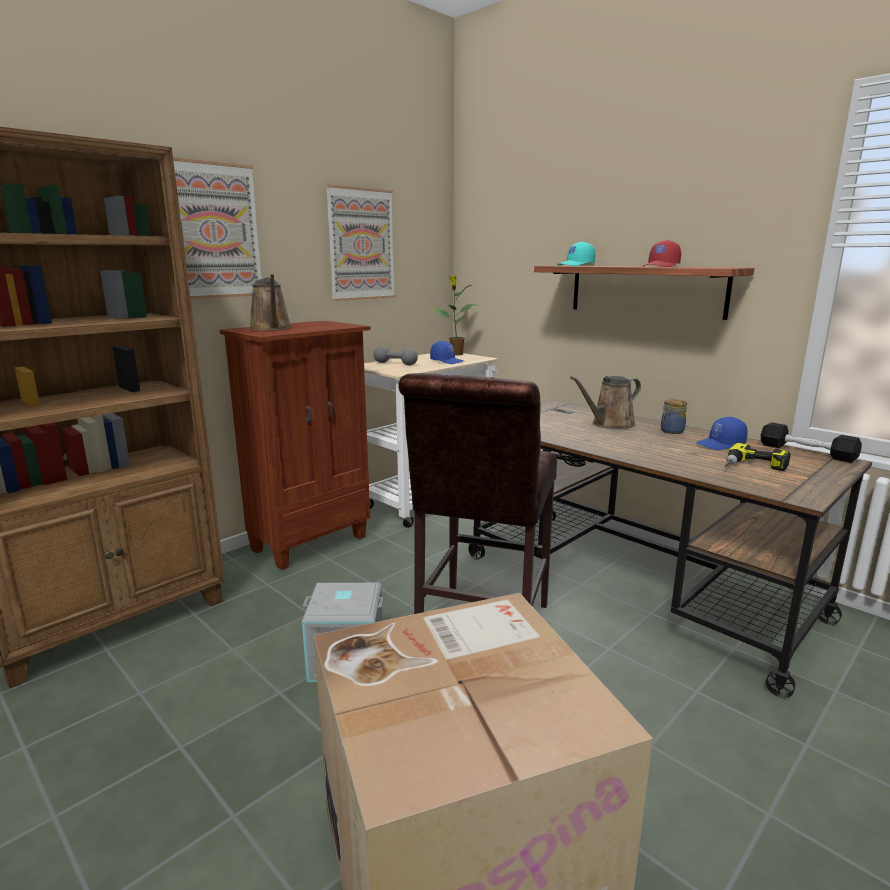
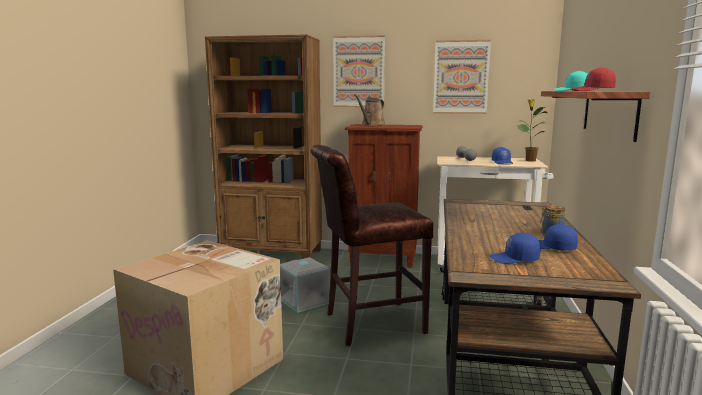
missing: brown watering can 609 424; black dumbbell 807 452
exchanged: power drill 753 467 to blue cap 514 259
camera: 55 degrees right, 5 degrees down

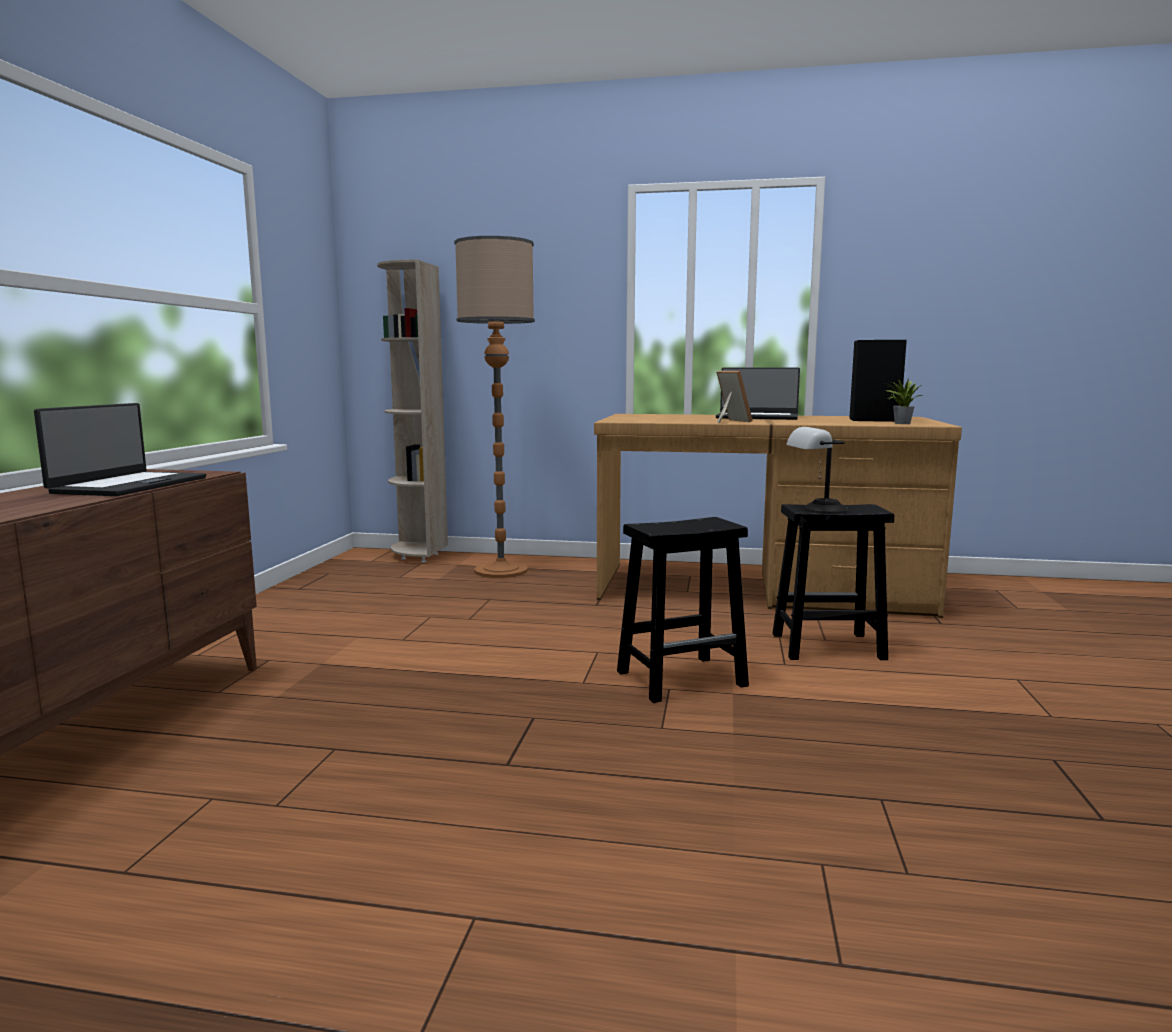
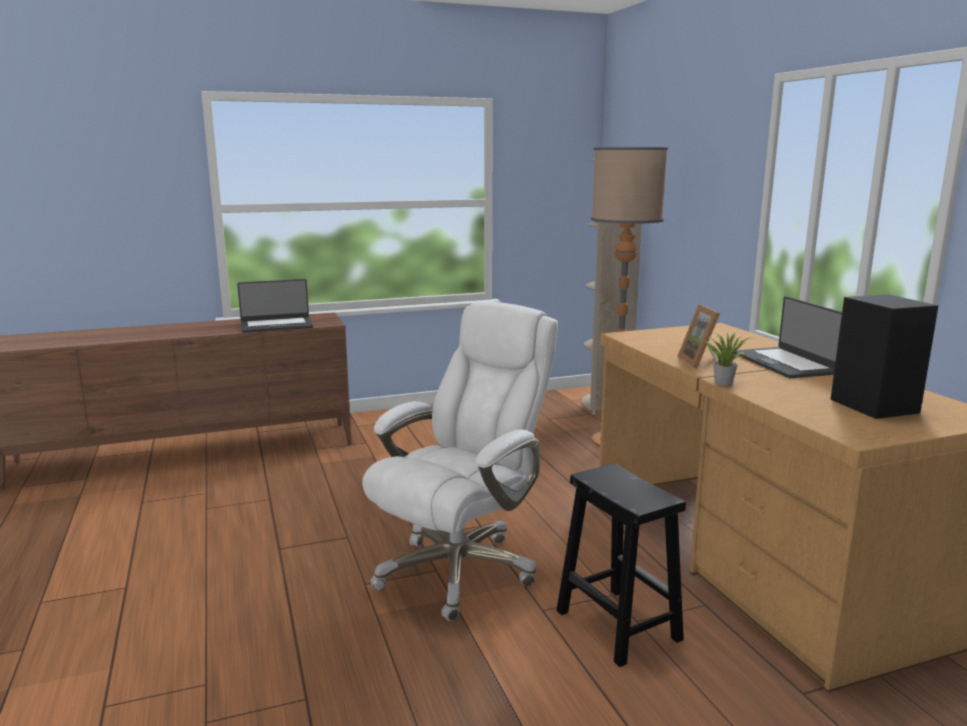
missing: table lamp 817 508
relocated: potted plant 900 423 to 722 382
exchanged: black stool 682 678 to white office chair 462 571
spun: picture frame 729 421 = 701 362 135 degrees clockwise
camera: 60 degrees right, 5 degrees up

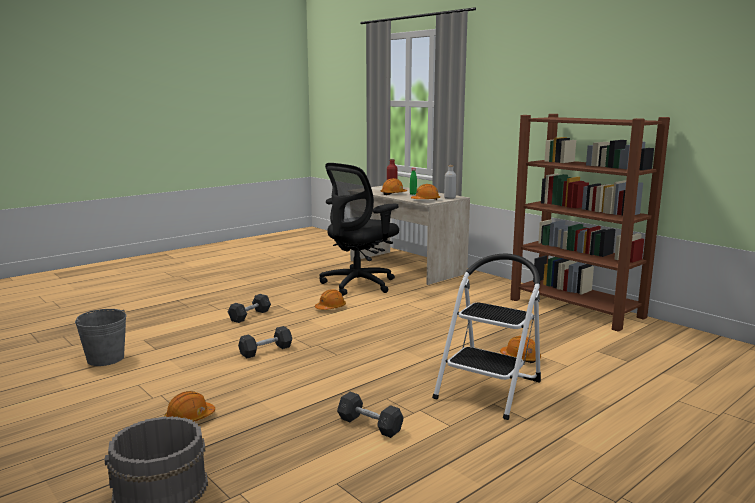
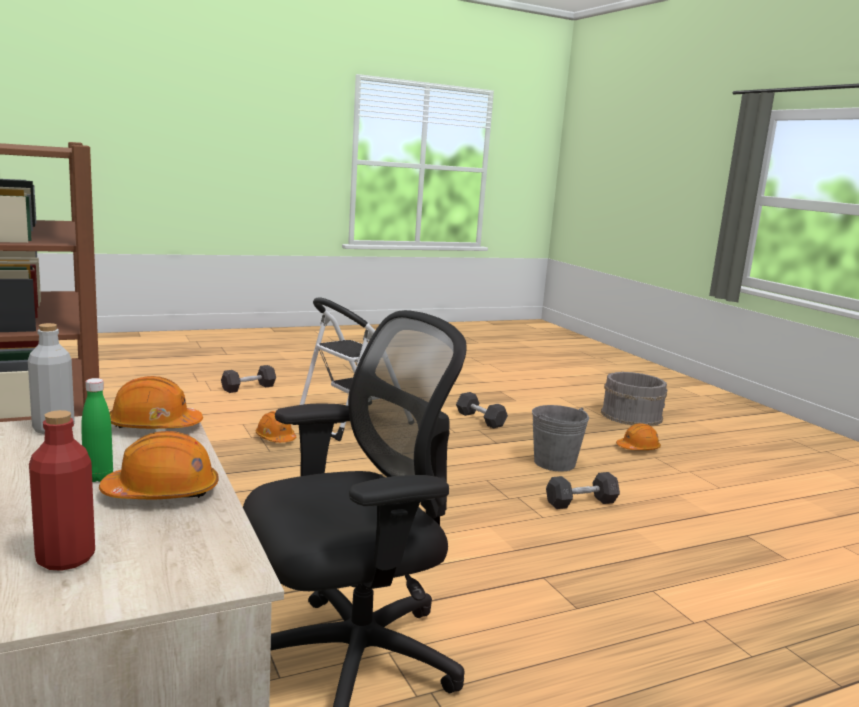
missing: orange hard hat 330 308
relocated: grey bucket 105 358 to 554 463; grey dumbbell 250 315 to 248 388
camera: 165 degrees left, 0 degrees up

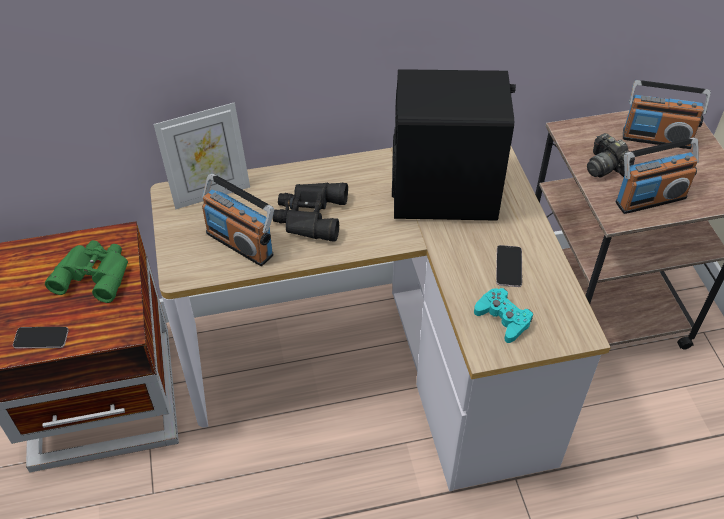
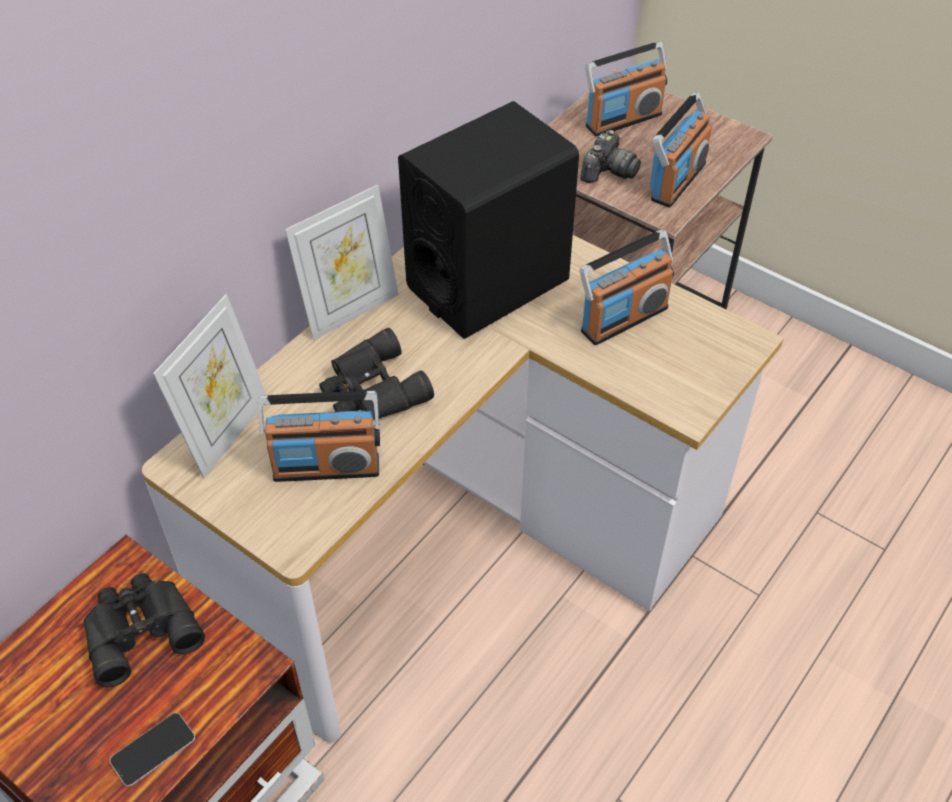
missing: turquoise game controller 503 318
appeared: picture frame 350 311
exchanged: phone 508 266 to radio 623 319
colour: green binoculars 94 274 to black binoculars 139 629
spun: photo camera 605 167 = 608 171 75 degrees counterclockwise
camera: 40 degrees left, 0 degrees up

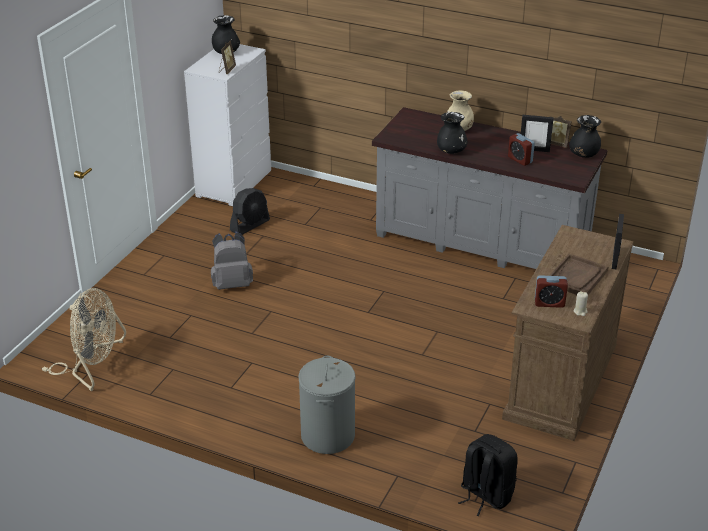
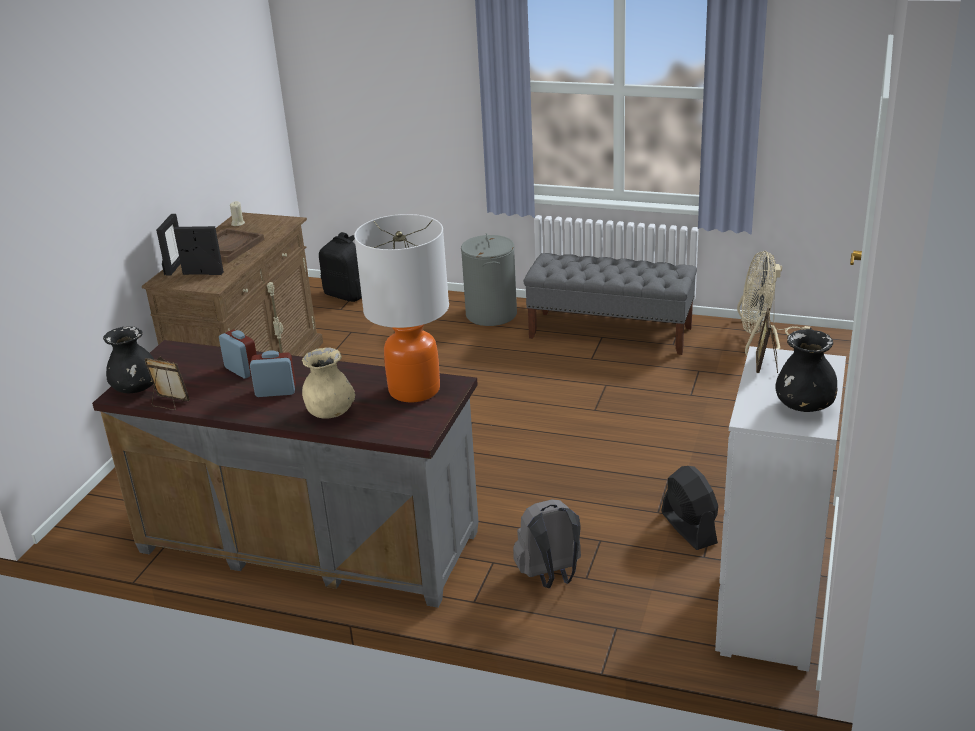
missing: black vase 451 151
appeared: table lamp 414 390; grey bench 610 333
relocated: grey backpack 232 284 to 550 576; picture frame 534 149 to 202 273; alarm clock 549 303 to 275 391
spun: black fan 250 225 = 688 528 120 degrees clockwise
camera: 175 degrees right, 5 degrees down

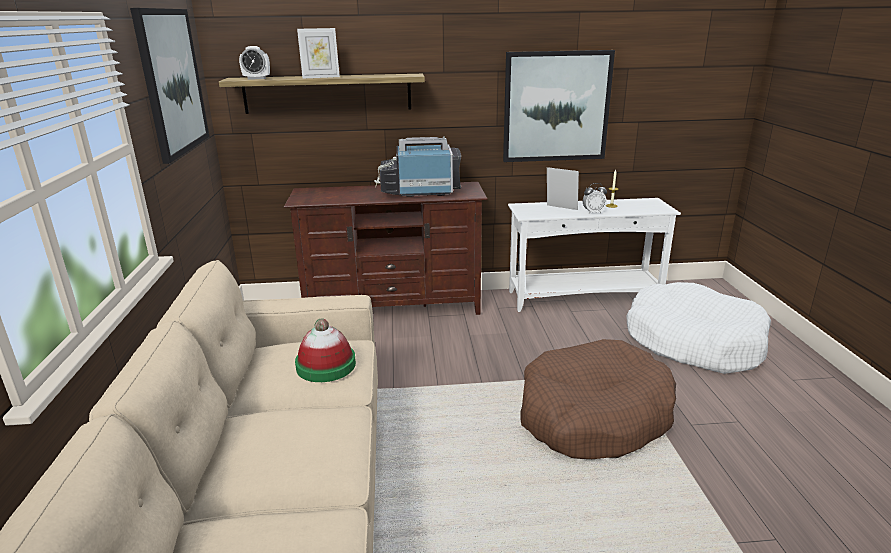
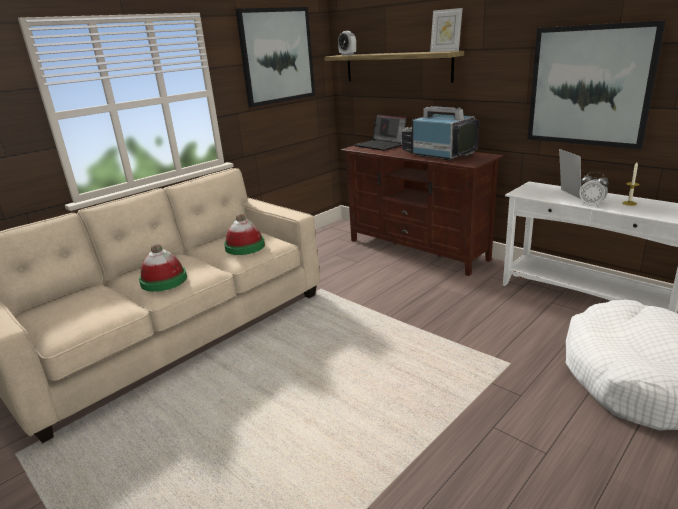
missing: brown dog bed 593 415
appeared: hat 164 280; laptop 381 145
relocated: picture frame 321 77 to 445 51
camera: 50 degrees right, 0 degrees up

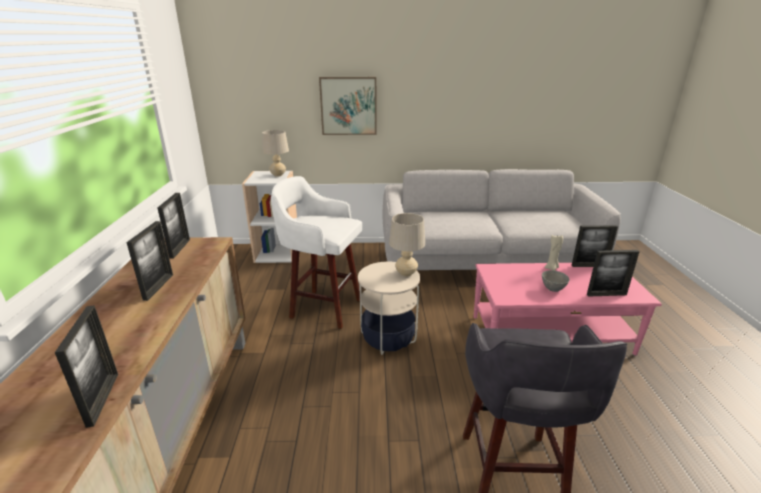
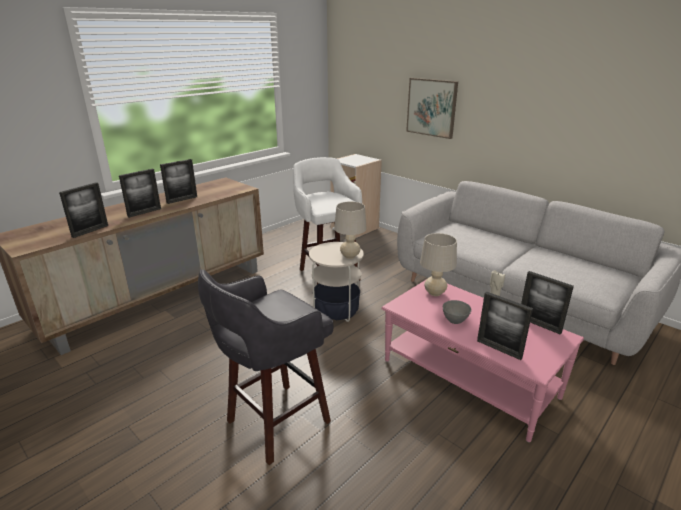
relocated: picture frame 180 248 to 144 212; beige table lamp 278 175 to 435 293
camera: 45 degrees right, 0 degrees up

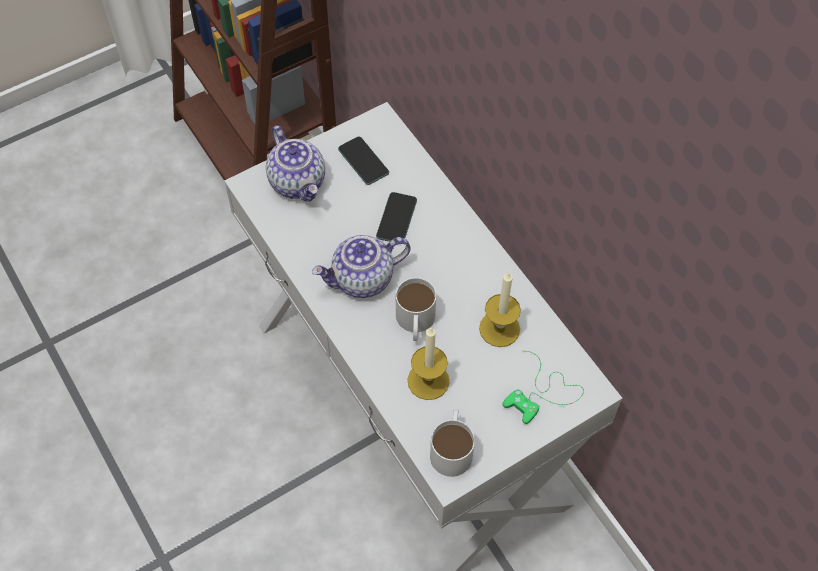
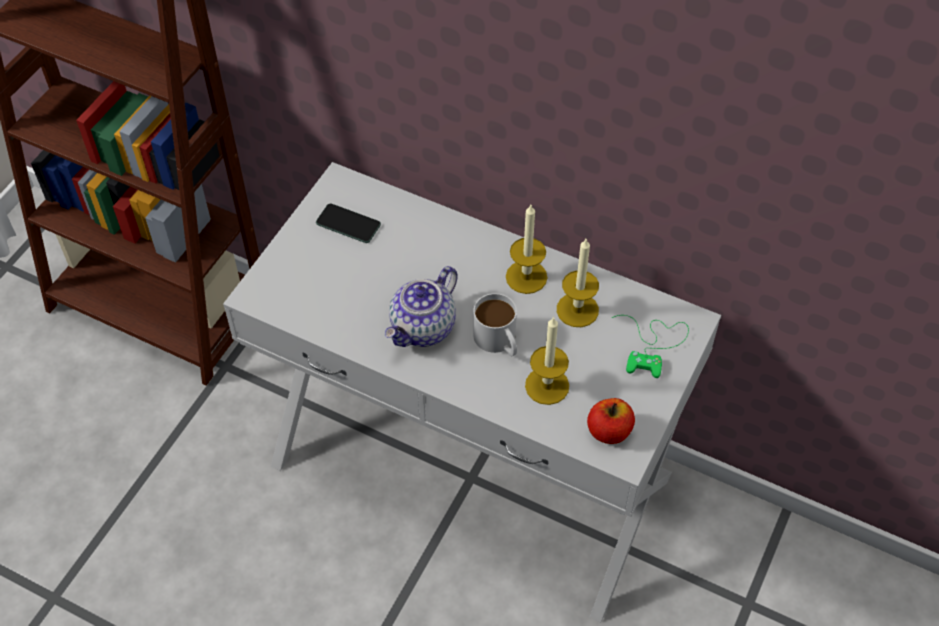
missing: teapot 298 182; phone 396 218
appeared: candle 526 277
exchanged: white mug 452 447 to apple 609 431
camera: 30 degrees left, 5 degrees down

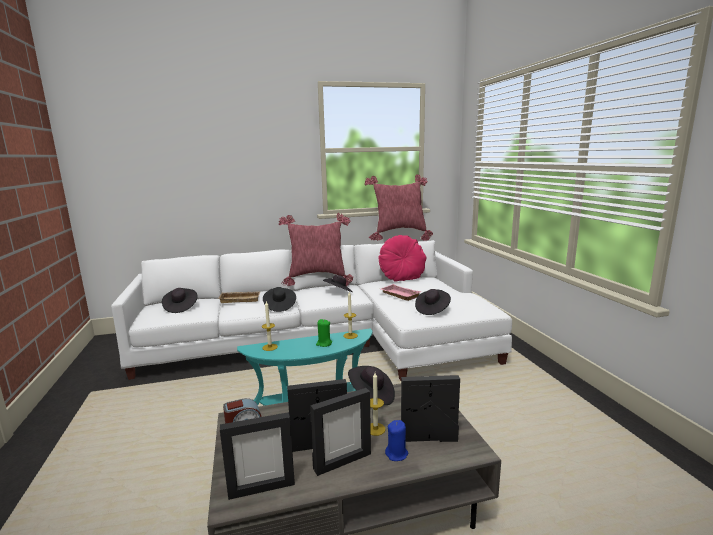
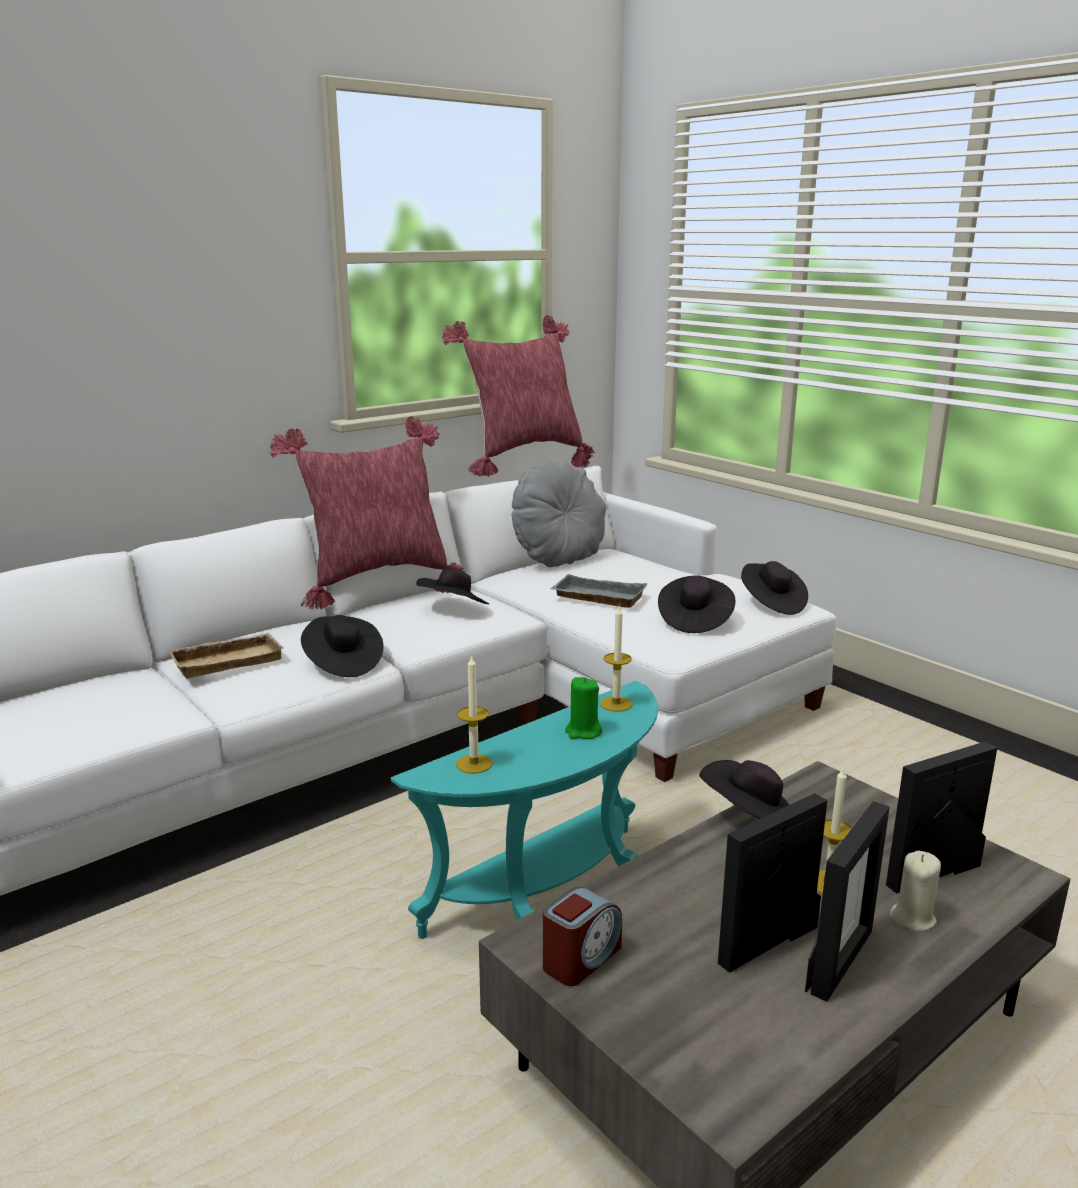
missing: picture frame 261 488
relocated: black hat 180 307 to 772 604
colour: pink pillow 402 279 to grey pillow 558 560; pink tray 399 295 to grey tray 596 598; blue candle 397 454 to beige candle 912 917
camera: 25 degrees left, 5 degrees up

